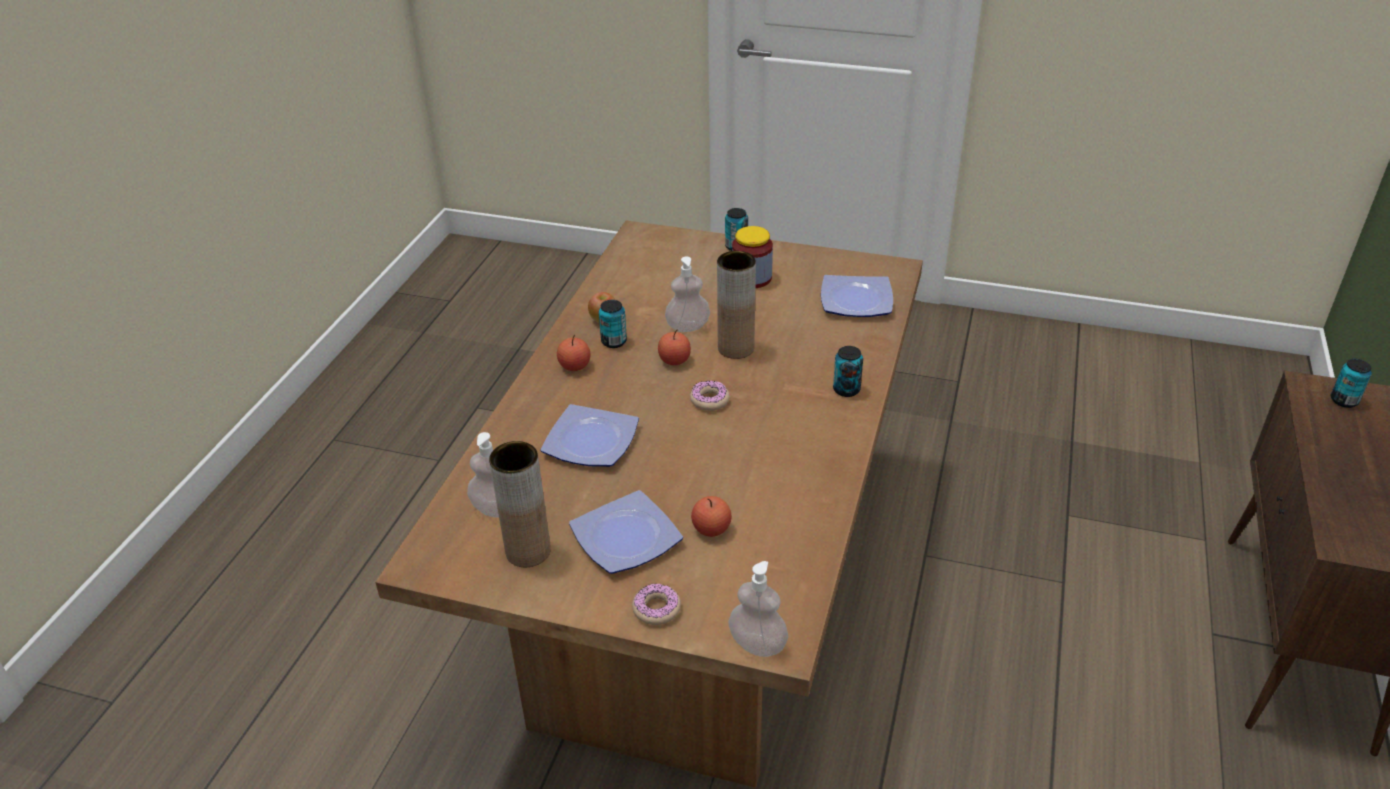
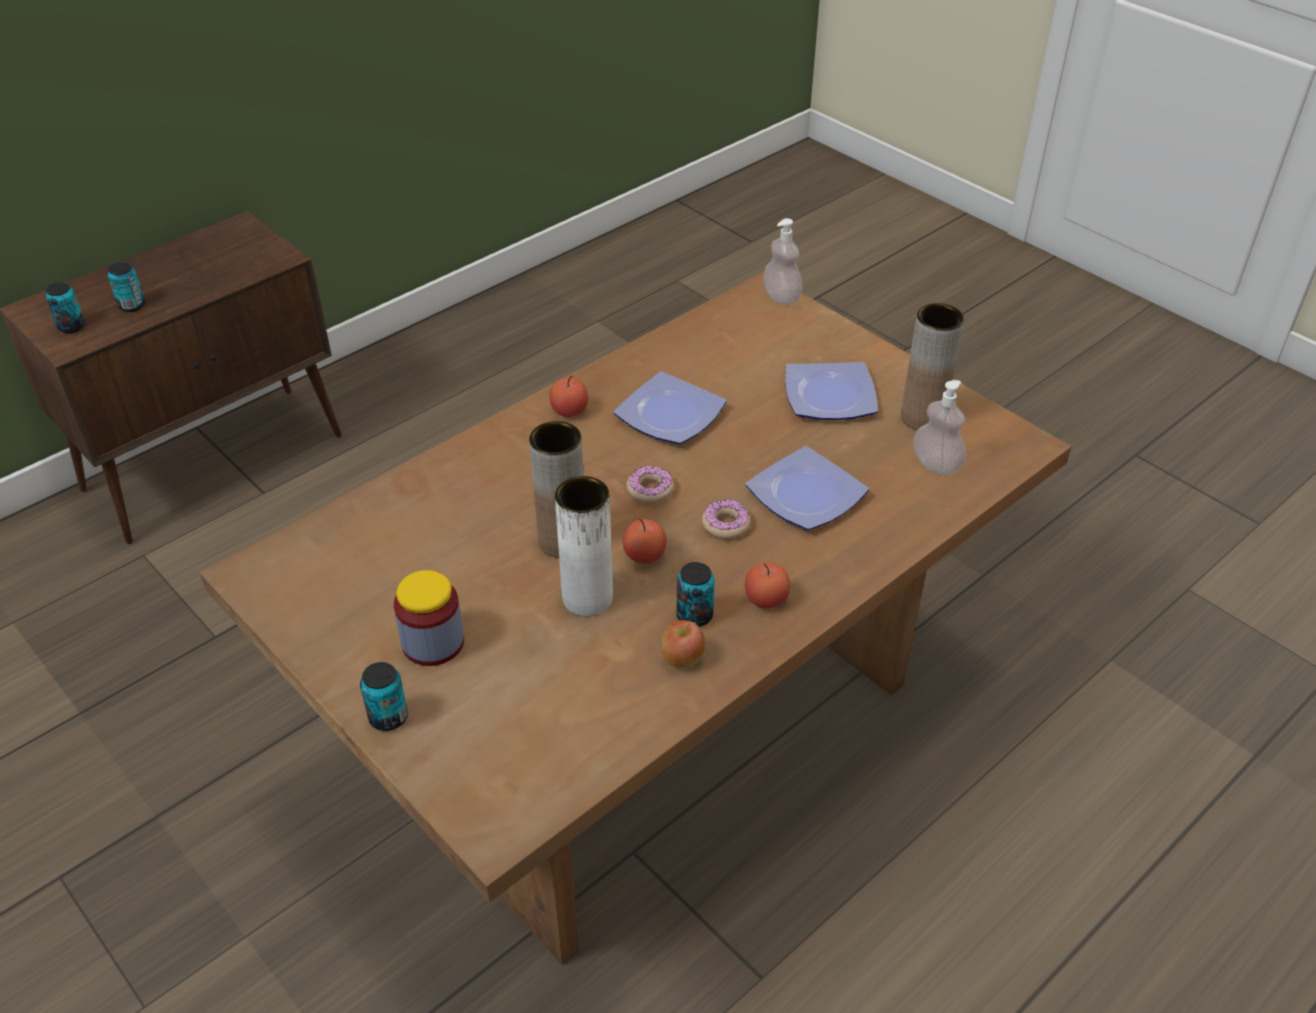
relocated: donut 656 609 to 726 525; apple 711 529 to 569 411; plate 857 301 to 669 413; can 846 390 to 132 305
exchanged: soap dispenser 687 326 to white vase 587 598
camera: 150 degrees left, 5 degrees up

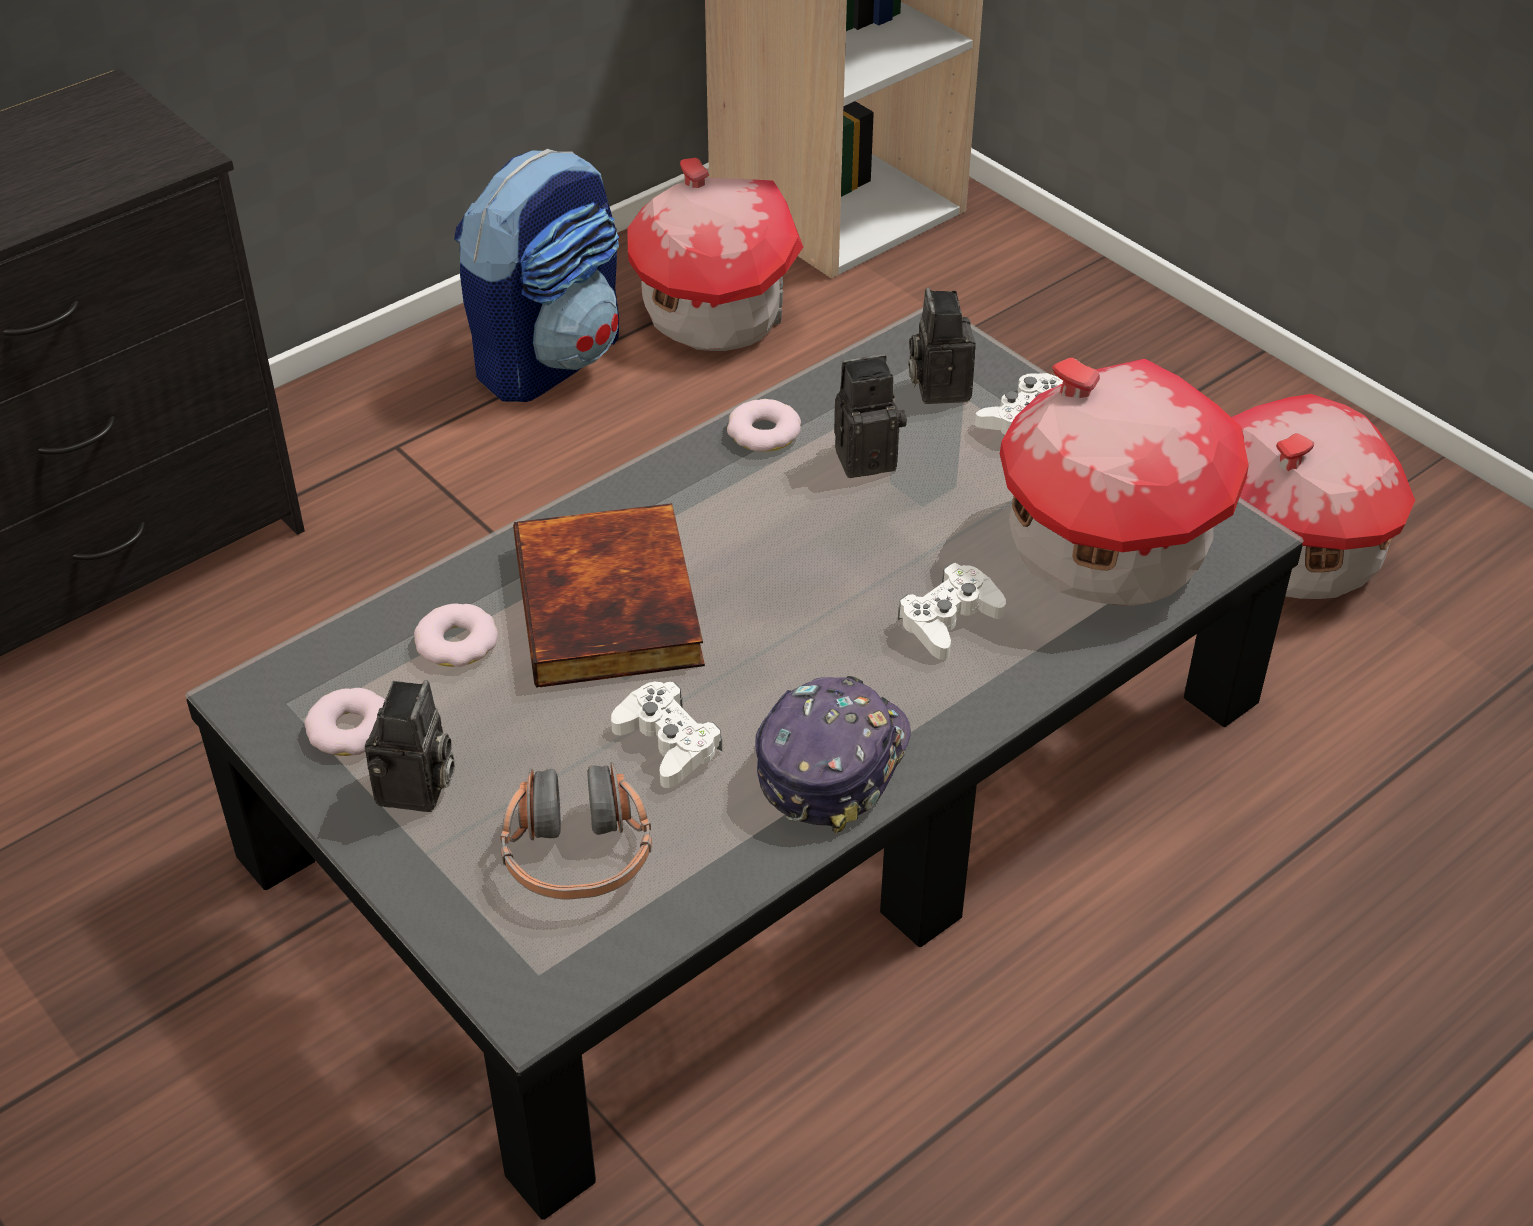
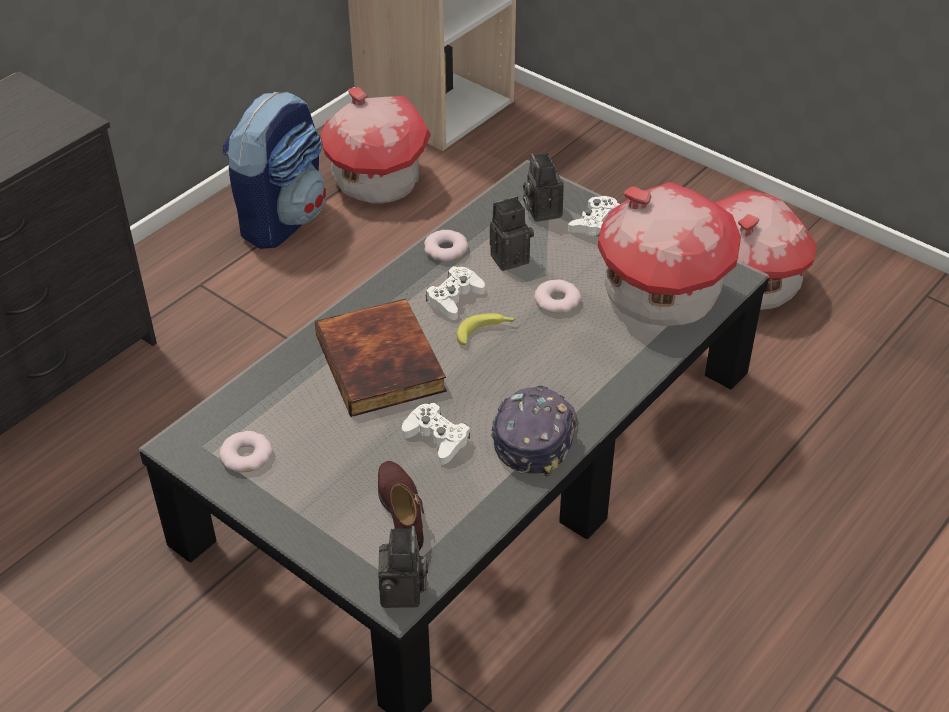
appeared: banana 486 332
relocated: photo camera 416 790 to 404 594; donut 457 642 to 557 301; white game controller 949 620 to 454 298
exchanged: headphones 578 854 to brown shoe 401 509
camera: 10 degrees left, 0 degrees up

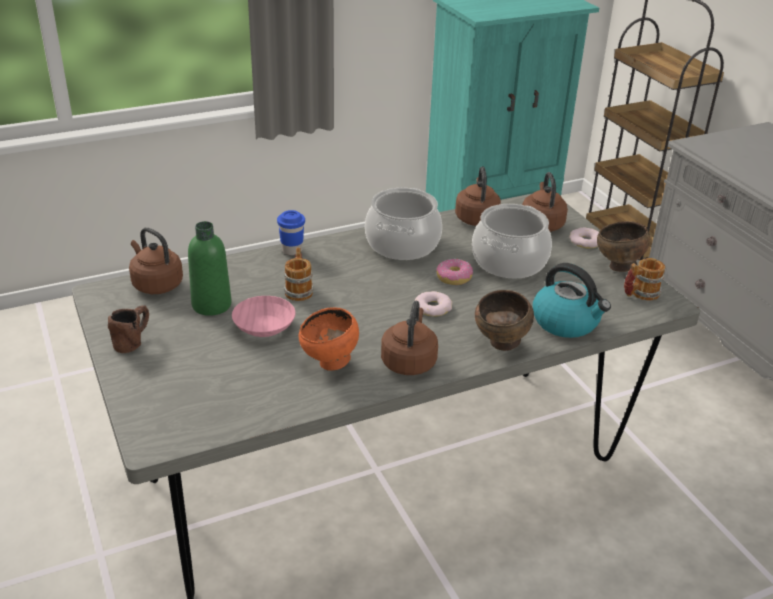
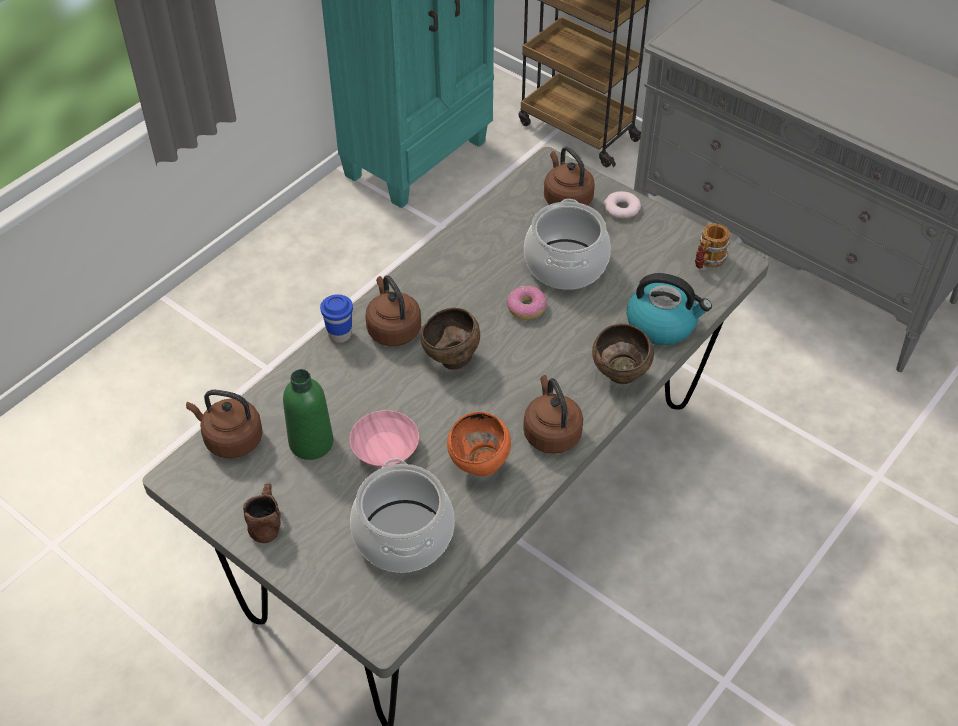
missing: mug 299 289; donut 433 307
relocated: cooking pot 403 244 to 404 536; brown kettle 476 218 to 393 329; brown bowl 618 267 to 451 360
camera: 25 degrees left, 15 degrees up

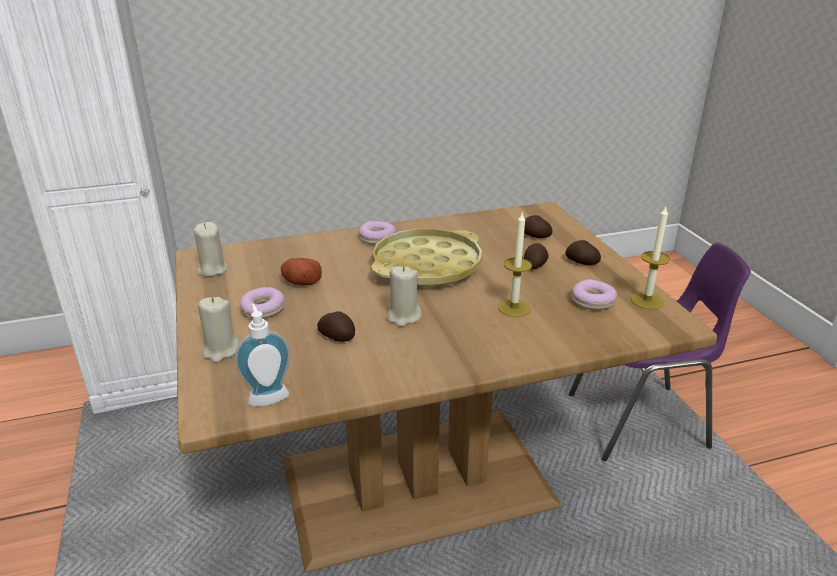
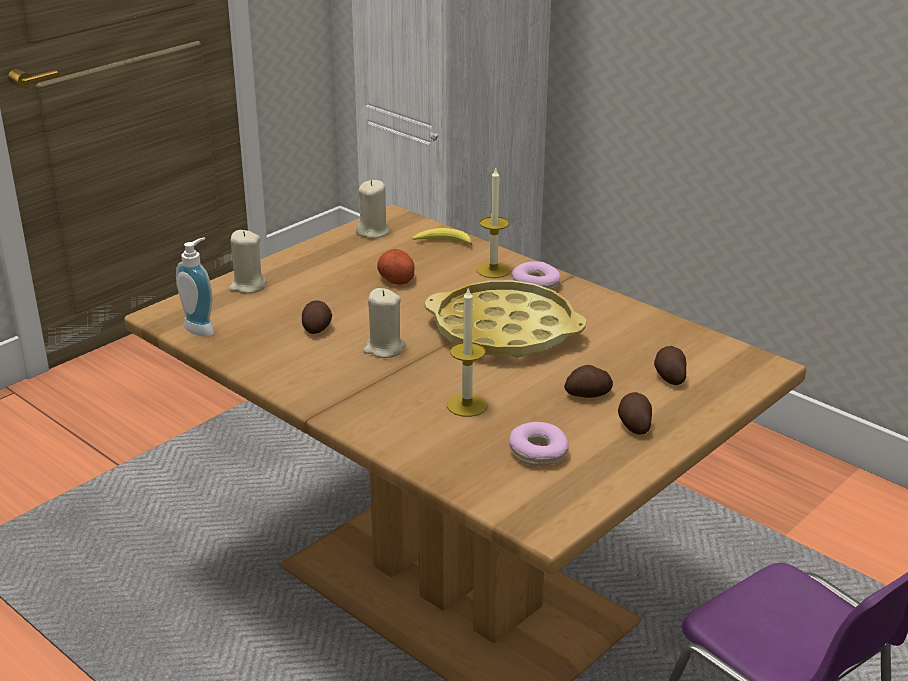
missing: donut 263 309
appeared: banana 443 242
relocated: candle 647 301 to 493 270
camera: 60 degrees right, 0 degrees up

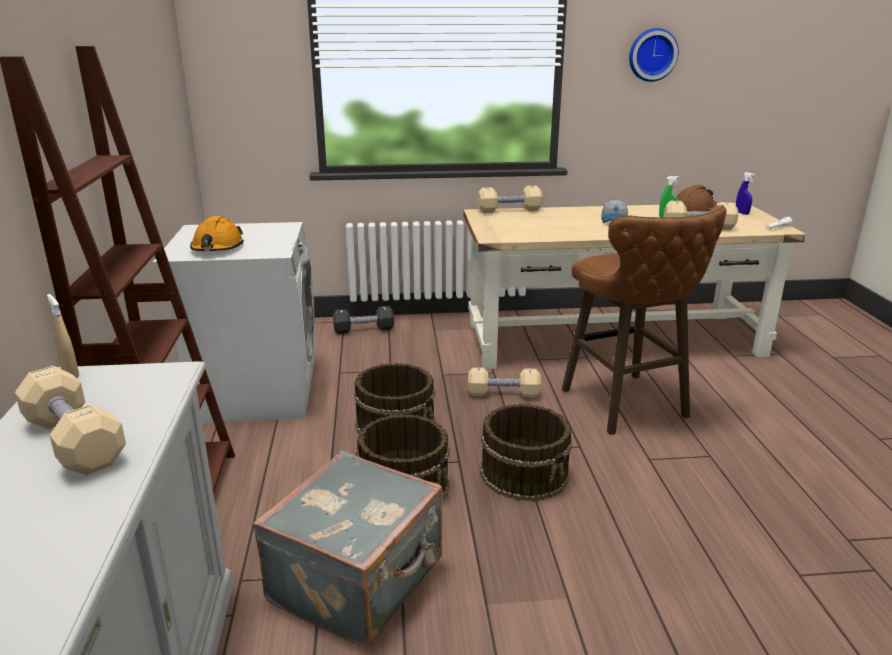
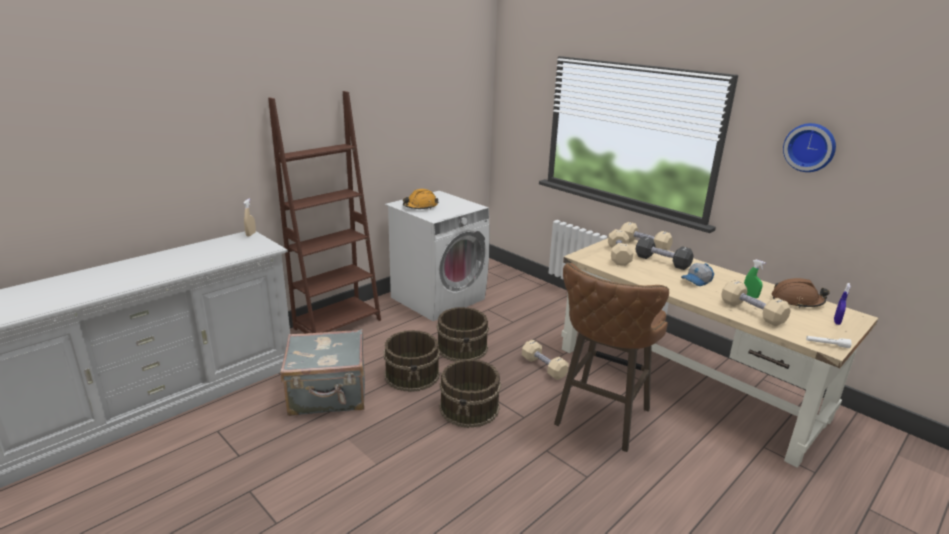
relocated: beige dumbbell 74 441 to 618 256; black dumbbell 364 330 to 662 262
camera: 50 degrees right, 0 degrees up

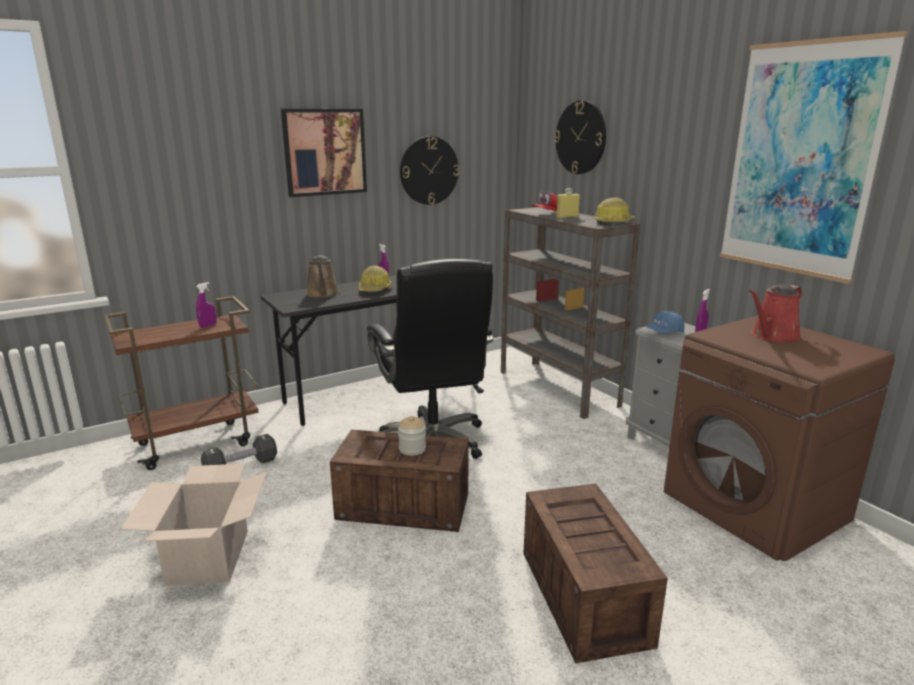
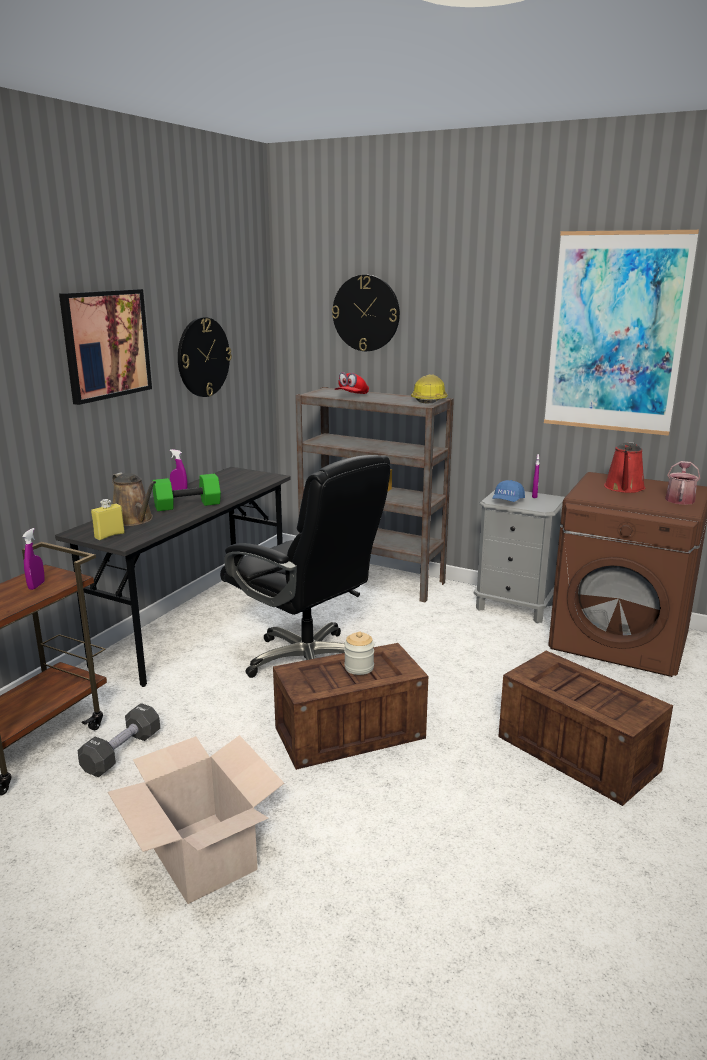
appeared: watering can 679 499
relocated: yellow bottle 567 217 to 109 535
exchanged: hard hat 374 289 to green dumbbell 188 505
camera: 30 degrees left, 0 degrees up

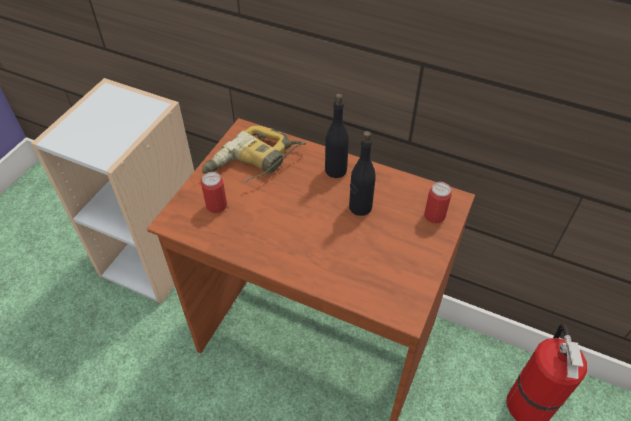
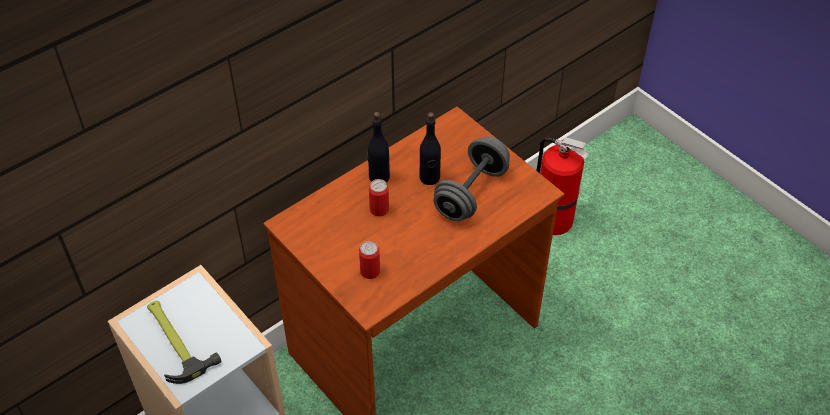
missing: power drill 253 164
appeared: hammer 175 341; grey dumbbell 471 193
relocated: can 434 215 to 379 209
camera: 65 degrees left, 0 degrees up

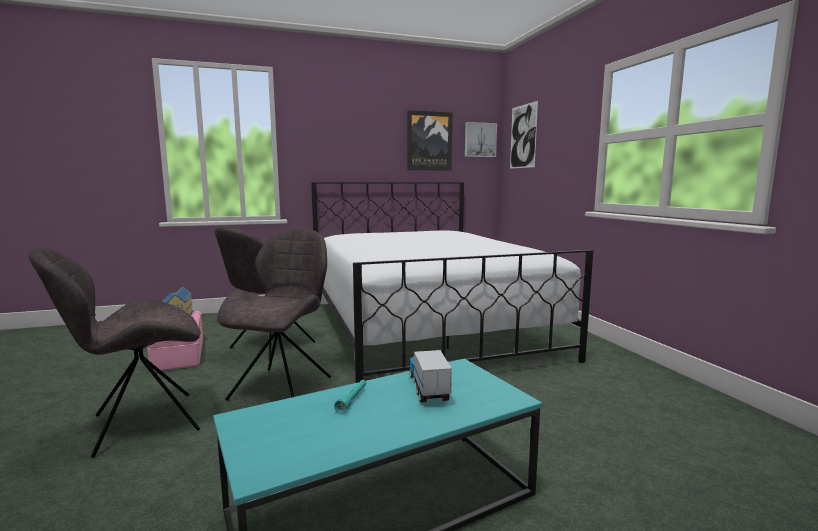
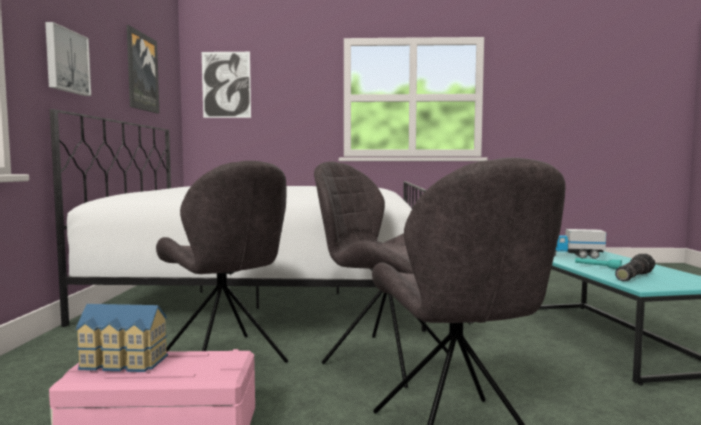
appeared: flashlight 632 277
relocated: picture 480 140 to 66 61
camera: 70 degrees left, 5 degrees down

